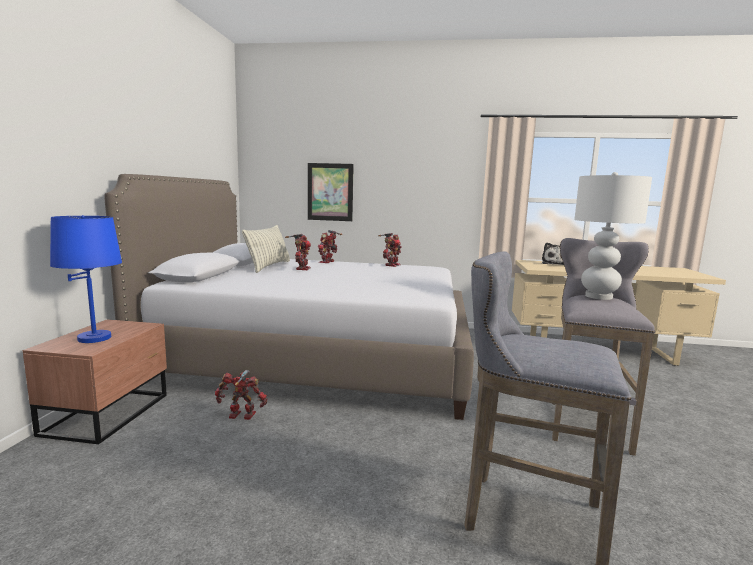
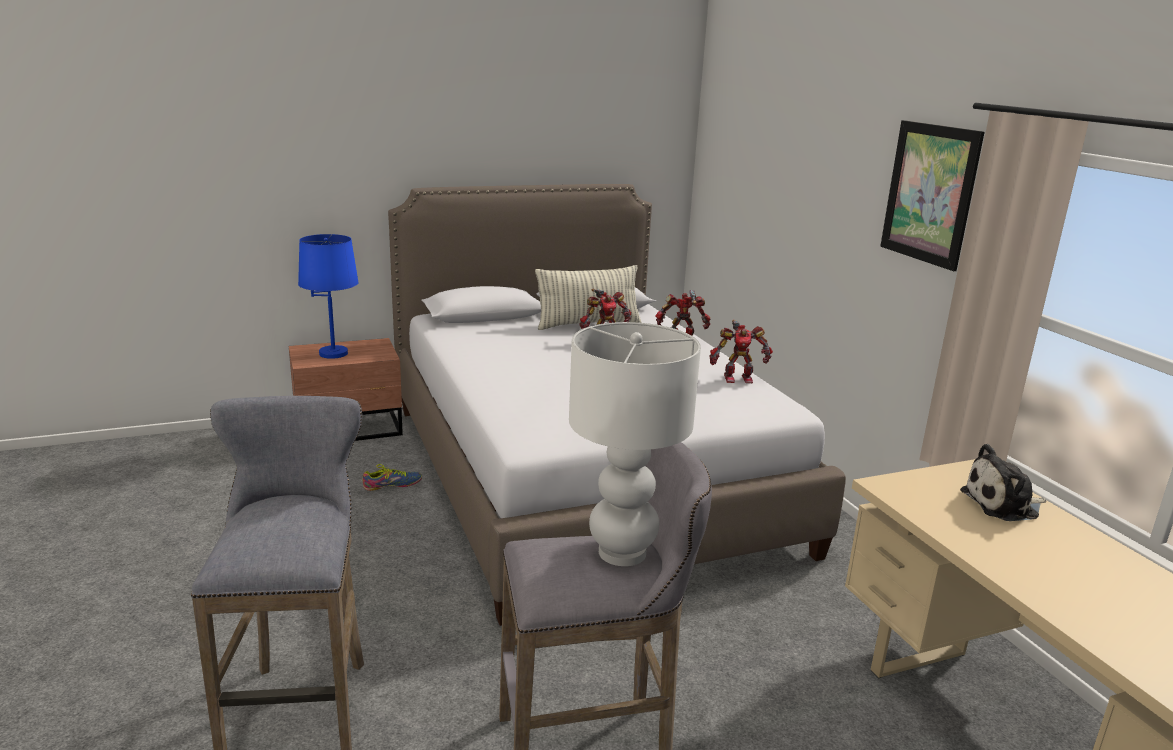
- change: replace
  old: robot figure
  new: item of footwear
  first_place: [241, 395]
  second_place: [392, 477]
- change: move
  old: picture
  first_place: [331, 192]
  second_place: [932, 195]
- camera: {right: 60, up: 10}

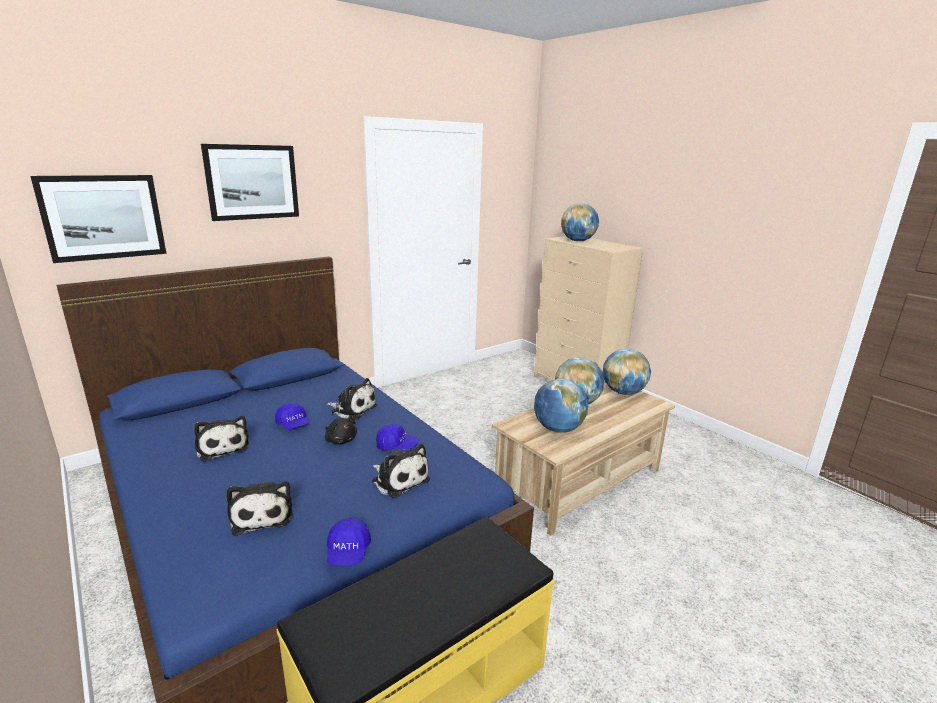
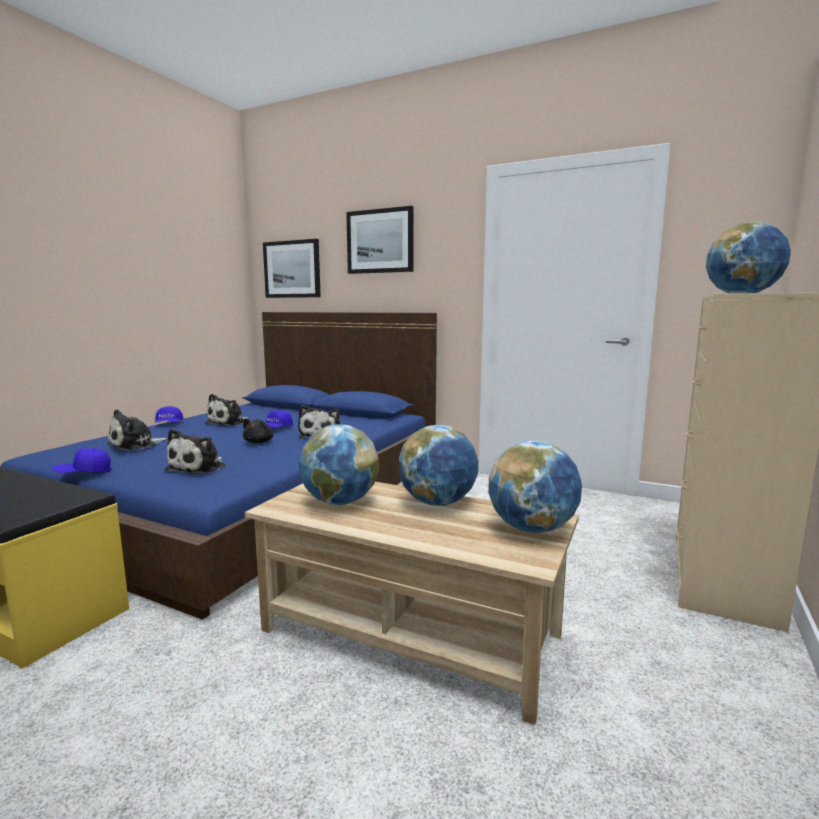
- change: move
  old: cap/blue-coloured
  first_place: [398, 437]
  second_place: [169, 414]
- camera: {right: 65, up: -10}

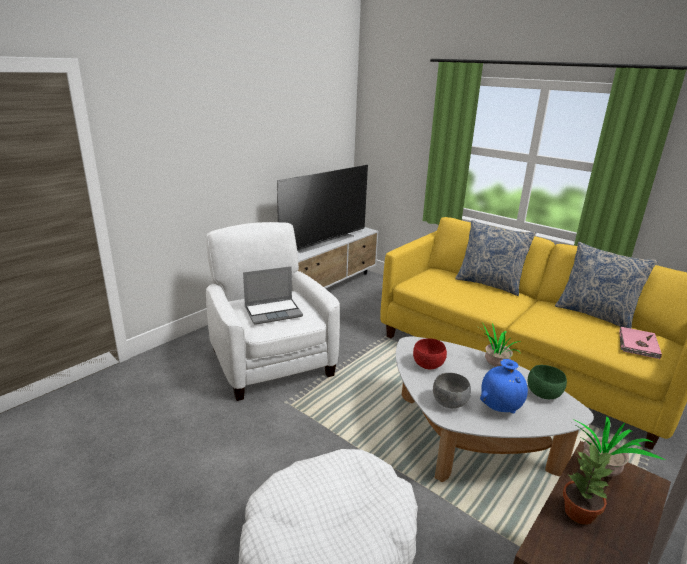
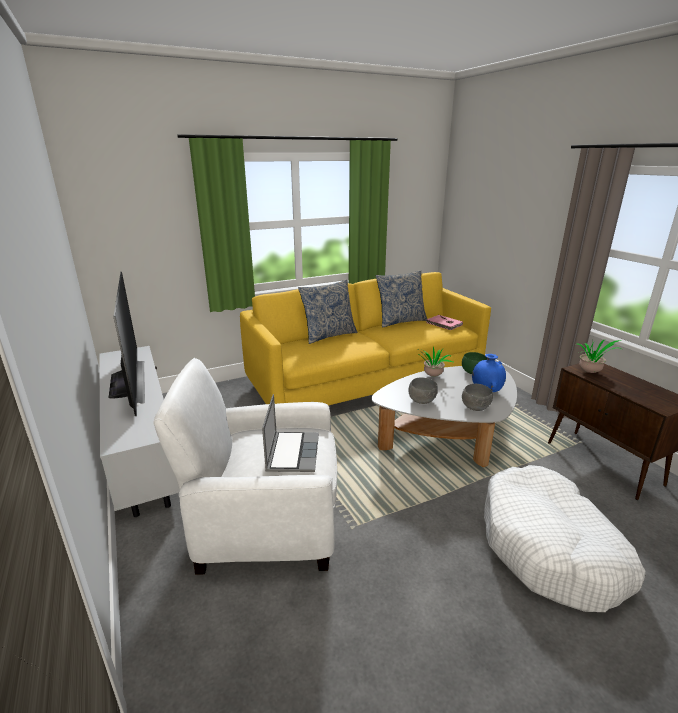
- change: recolor
  old: deep dish/reddish
  new: deep dish/gray
  first_place: [430, 353]
  second_place: [423, 390]
- change: delete
  old: plant in a pot
  first_place: [589, 483]
- camera: {right: -65, up: 0}

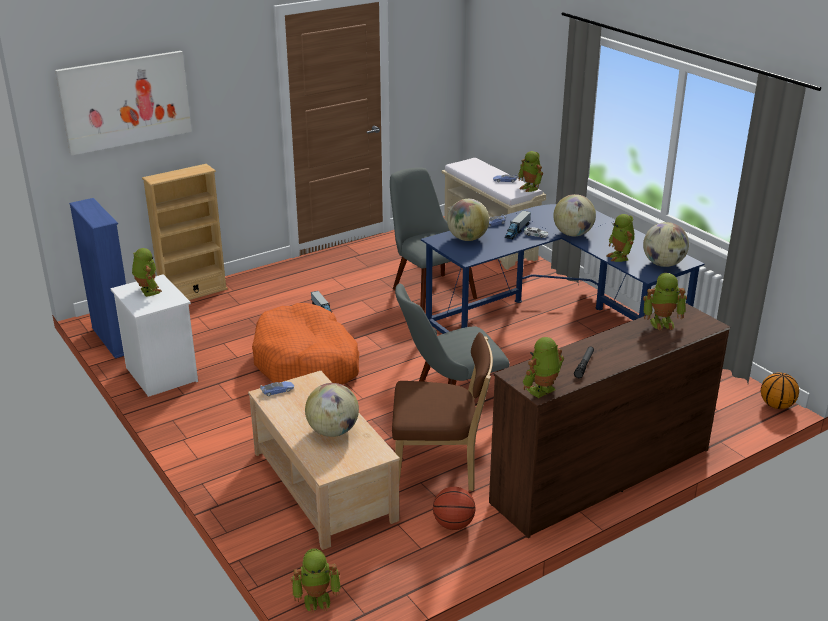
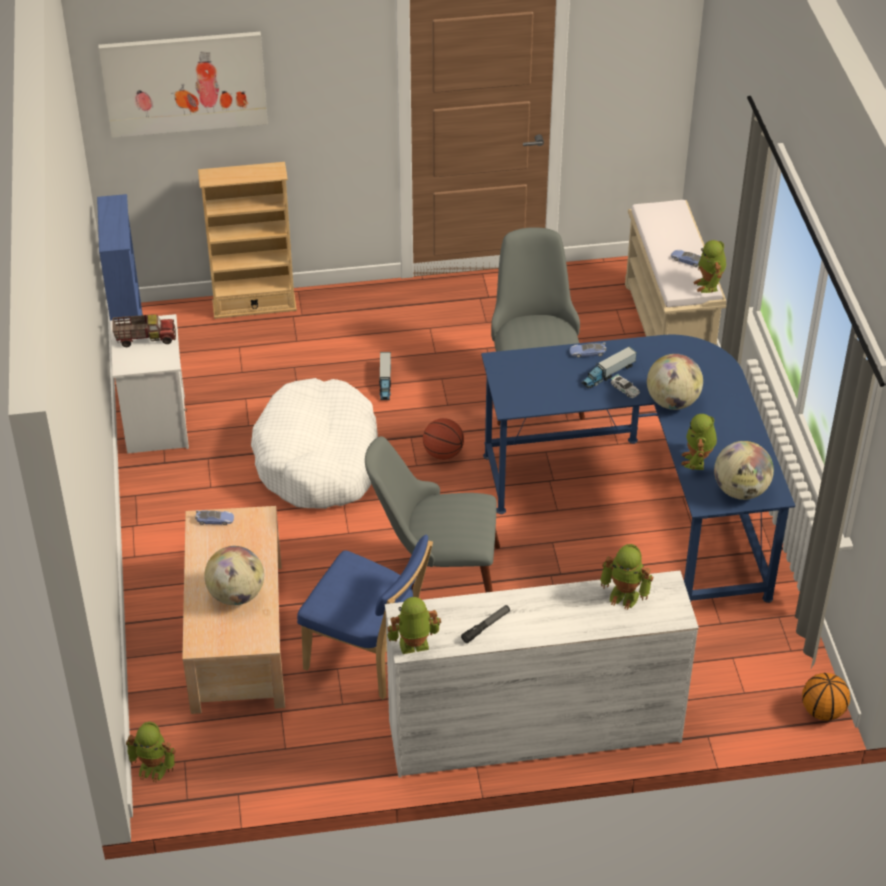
- change: replace
  old: robot figure
  new: toy truck
  first_place: [147, 272]
  second_place: [144, 331]
- change: recolor
  old: pet bed/orange-coloured
  new: pet bed/white
  first_place: [305, 343]
  second_place: [314, 443]
- change: recolor
  old: upright chair/brown-coloured
  new: upright chair/blue-coloured
  first_place: [442, 411]
  second_place: [365, 617]
- change: recolor
  old: chest of drawers/brown-coloured
  new: chest of drawers/white
  first_place: [609, 420]
  second_place: [542, 673]
- change: move
  old: ball for basketball
  first_place: [454, 508]
  second_place: [443, 439]
- change: delete
  old: world globe
  first_place: [468, 220]
- camera: {right: 25, up: 15}

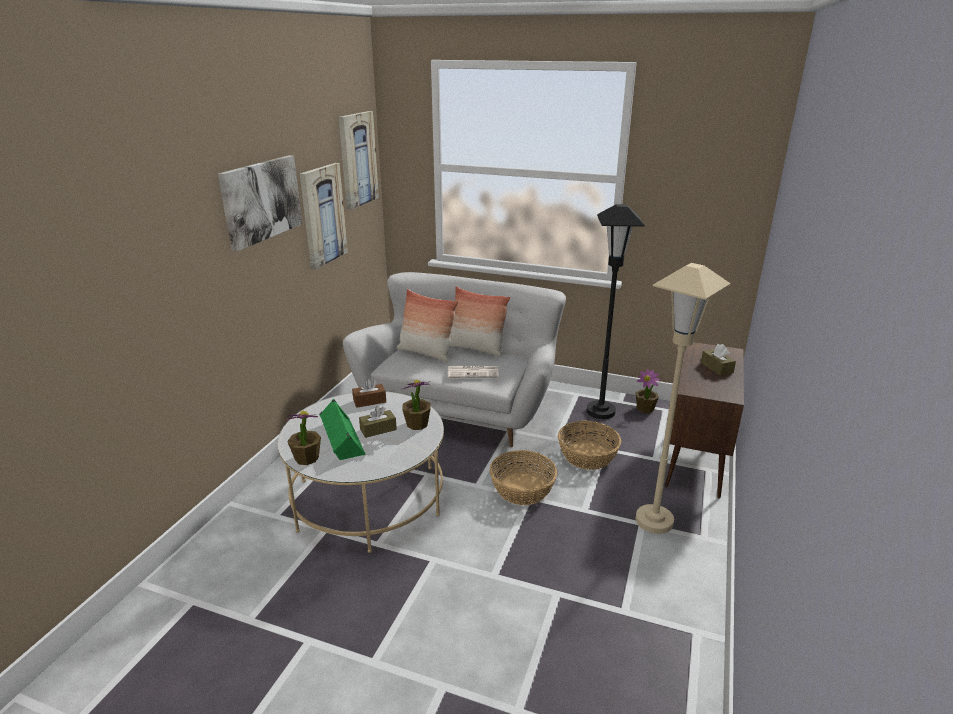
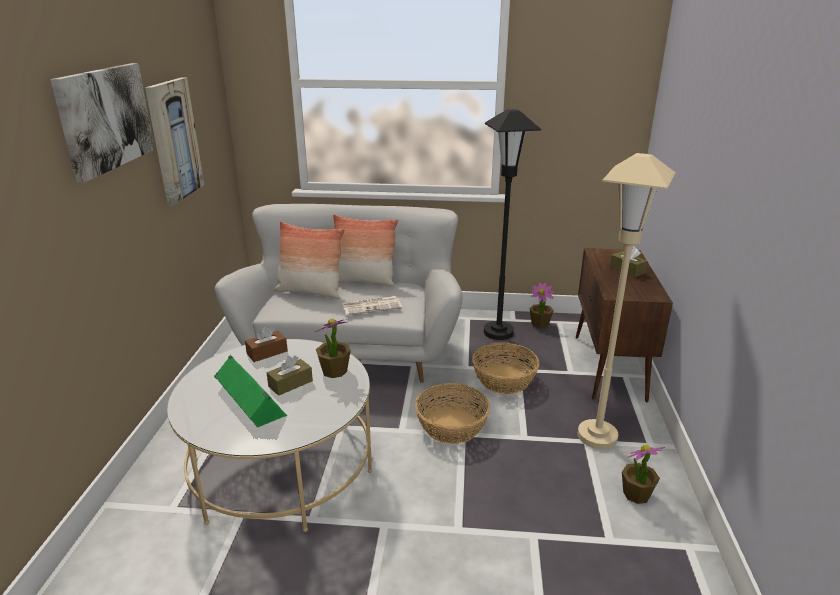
- change: move
  old: plant in a pot
  first_place: [303, 438]
  second_place: [643, 474]
- change: delete
  old: picture
  first_place: [359, 160]
- camera: {right: -15, up: 0}

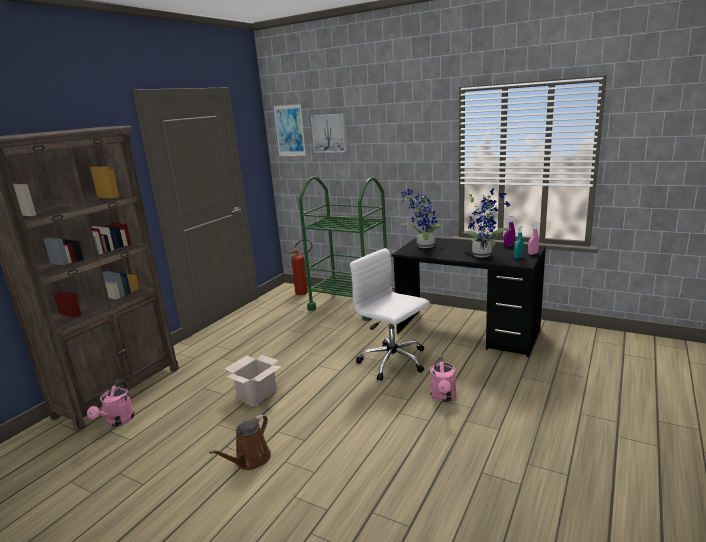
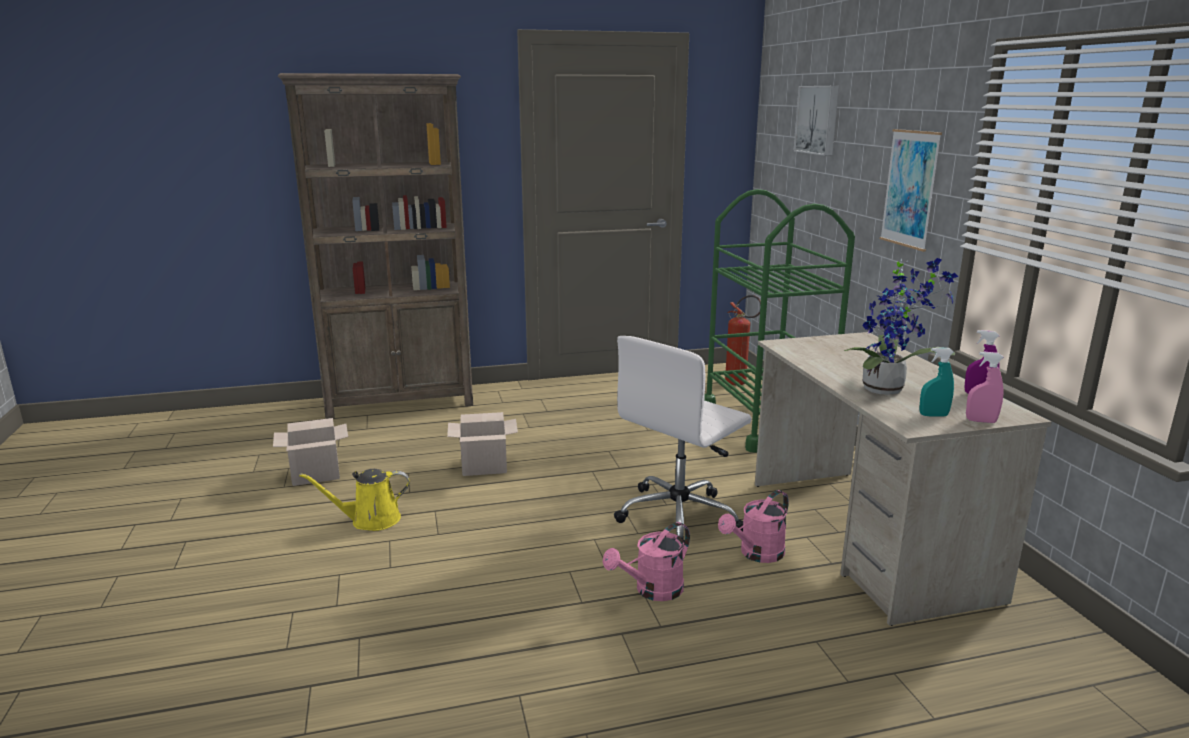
- change: insert
  new: packing box
  second_place: [310, 452]
- change: recolor
  old: sprinkling can/brown-coloured
  new: sprinkling can/yellow-coloured
  first_place: [240, 442]
  second_place: [354, 500]
- change: rotate
  old: computer chair/white
  first_place: [390, 314]
  second_place: [682, 439]
  degrees: -135
- change: move
  old: sprinkling can/pink-coloured
  first_place: [111, 402]
  second_place: [753, 526]
- change: recolor
  old: desk/blackish
  new: desk/beige-coloured
  first_place: [469, 297]
  second_place: [903, 479]
- change: move
  old: picture
  first_place: [289, 130]
  second_place: [911, 190]
- change: delete
  old: plant in a pot
  first_place: [421, 218]
- camera: {right: 45, up: 0}

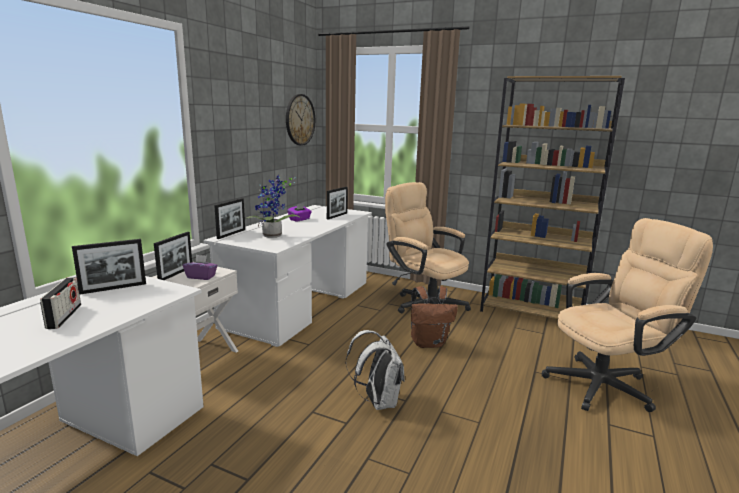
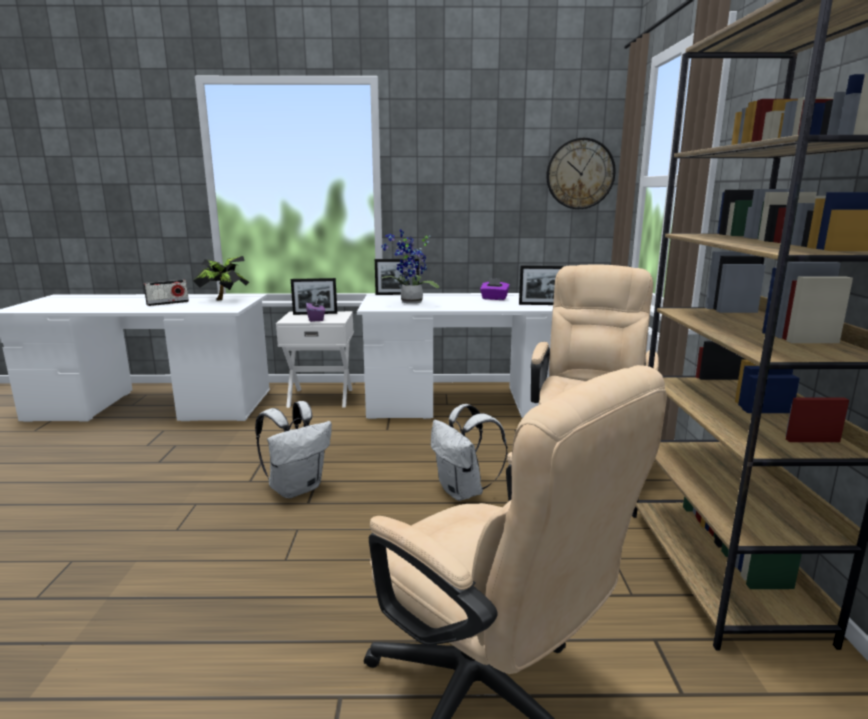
- change: replace
  old: standing frame
  new: plant in a pot
  first_place: [109, 266]
  second_place: [221, 278]
- change: recolor
  old: knapsack/brown-coloured
  new: knapsack/white
  first_place: [434, 317]
  second_place: [469, 452]
- camera: {right: 65, up: 0}

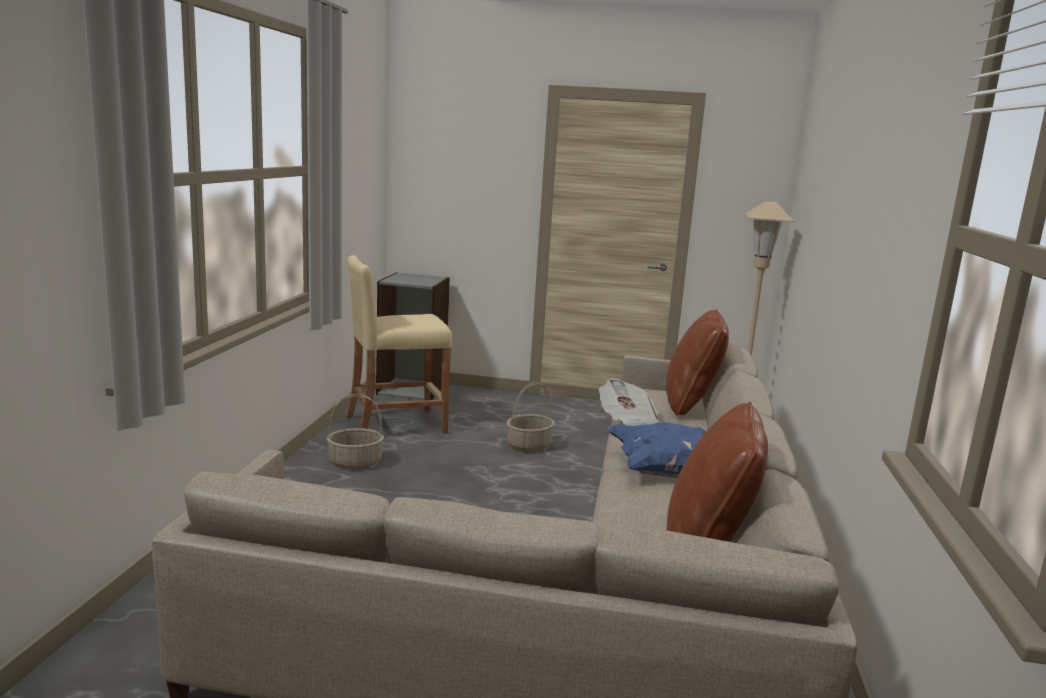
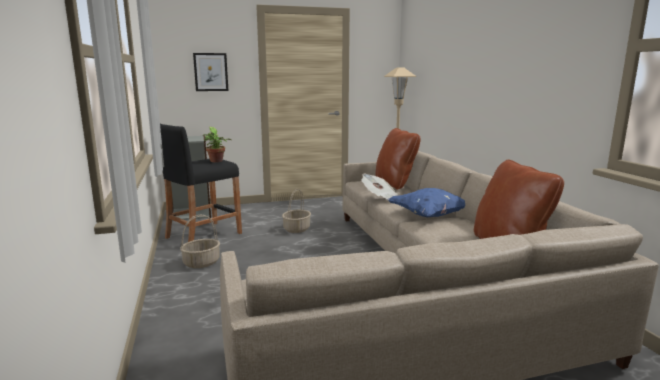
- change: recolor
  old: stool/beige-coloured
  new: stool/blackish
  first_place: [399, 344]
  second_place: [201, 182]
- change: insert
  new: picture
  second_place: [210, 72]
- change: insert
  new: plant in a pot
  second_place: [217, 144]
- camera: {right: -25, up: 0}

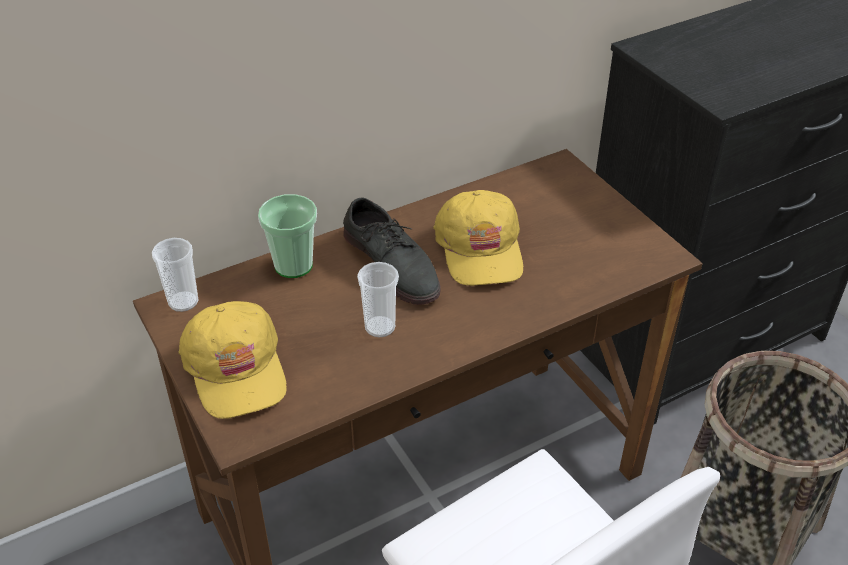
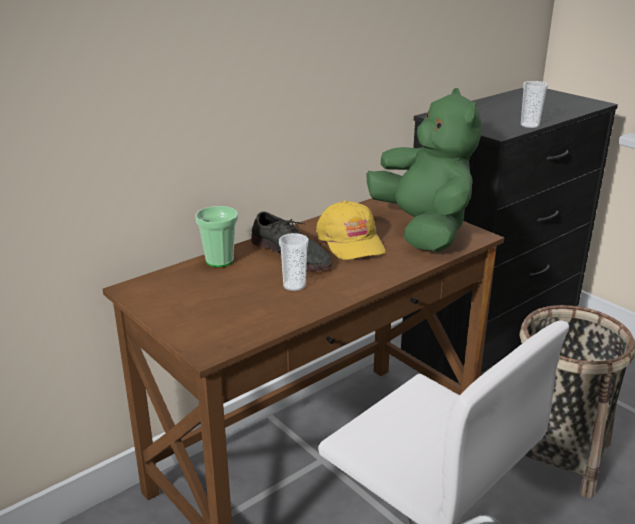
- change: insert
  new: cuddly toy/green
  second_place: [424, 170]
- change: move
  old: drinking cup
  first_place: [175, 275]
  second_place: [534, 104]
- change: delete
  old: cap/yellow-coloured
  first_place: [232, 360]
- camera: {right: -10, up: -15}

